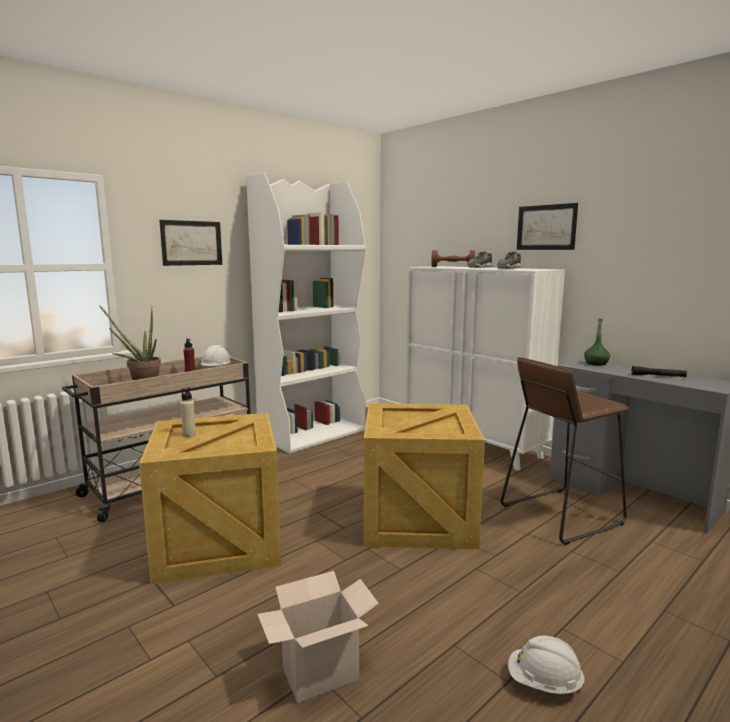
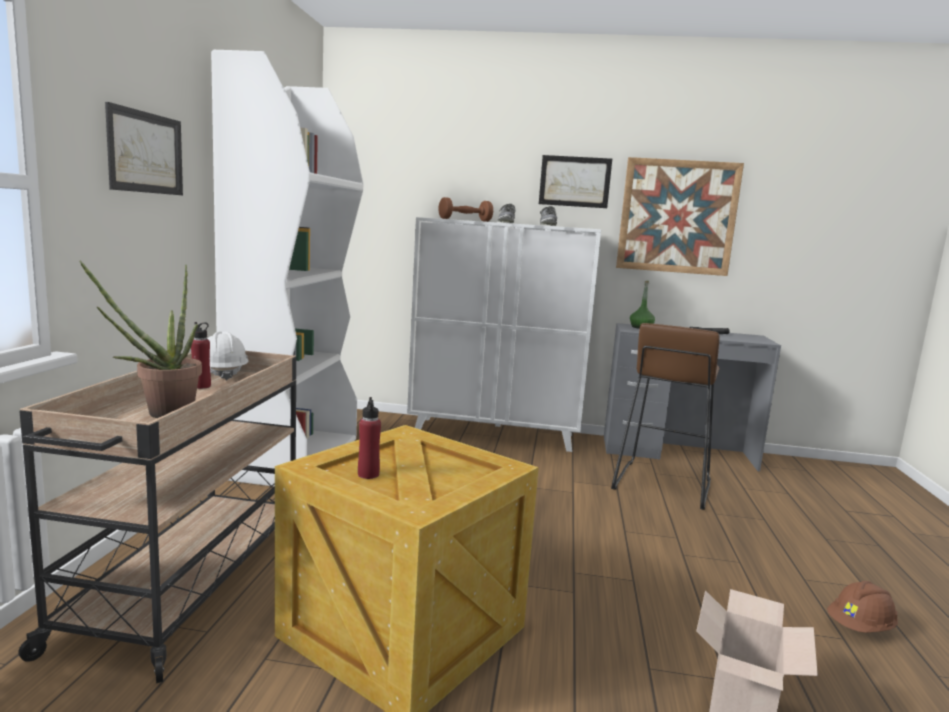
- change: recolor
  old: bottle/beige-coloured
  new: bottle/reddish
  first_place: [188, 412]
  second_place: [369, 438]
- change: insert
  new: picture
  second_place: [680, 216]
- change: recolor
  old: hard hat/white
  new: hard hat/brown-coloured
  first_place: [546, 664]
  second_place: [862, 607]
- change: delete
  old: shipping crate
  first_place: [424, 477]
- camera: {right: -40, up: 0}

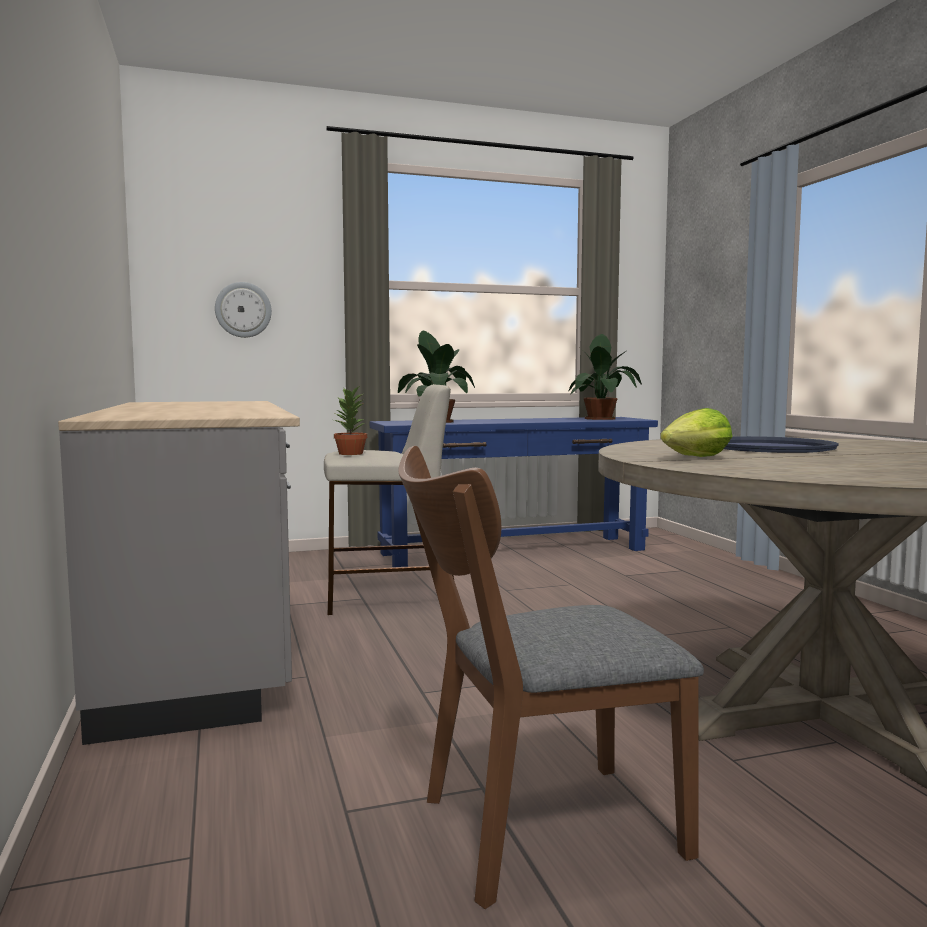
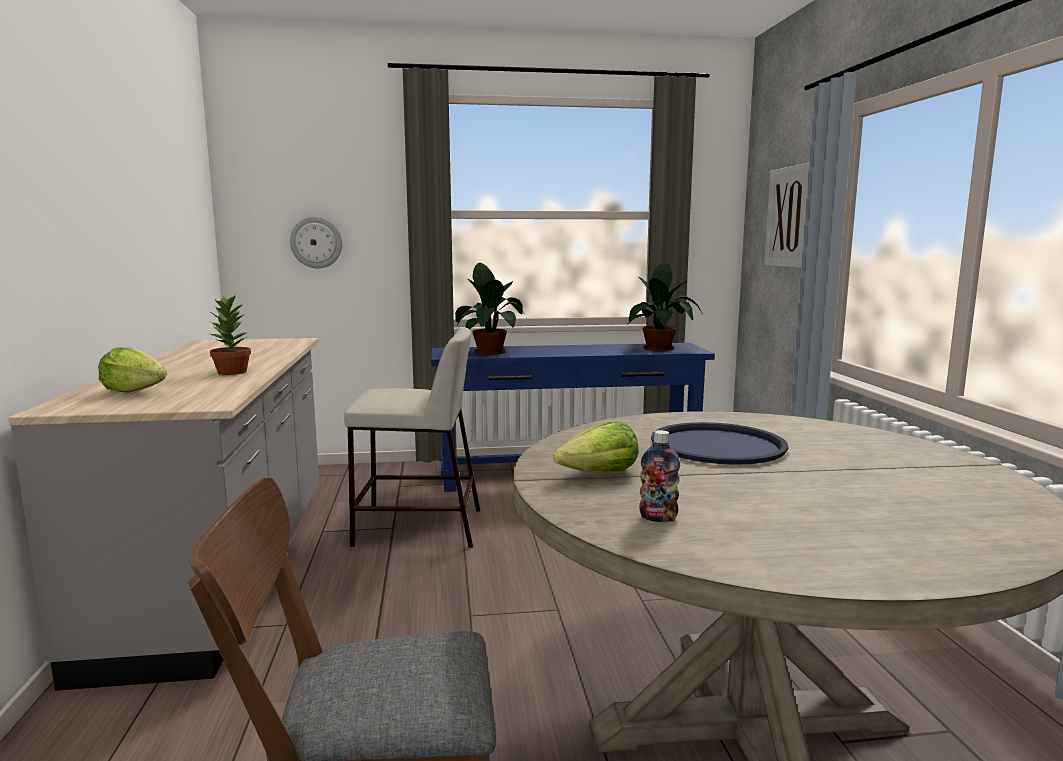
- change: insert
  new: head of lettuce
  second_place: [132, 370]
- change: move
  old: plant in a pot
  first_place: [350, 421]
  second_place: [230, 335]
- change: insert
  new: bottle
  second_place: [659, 476]
- change: insert
  new: picture
  second_place: [786, 215]
- camera: {right: 10, up: 5}

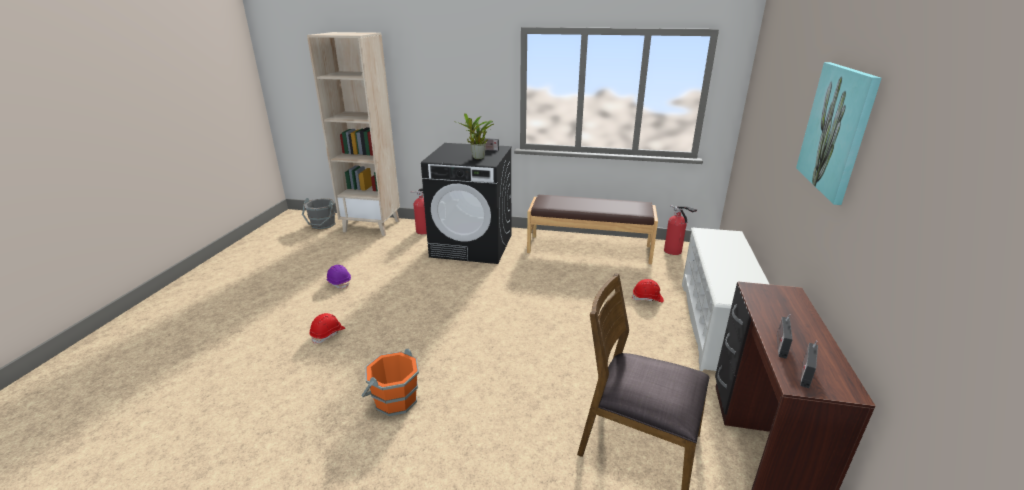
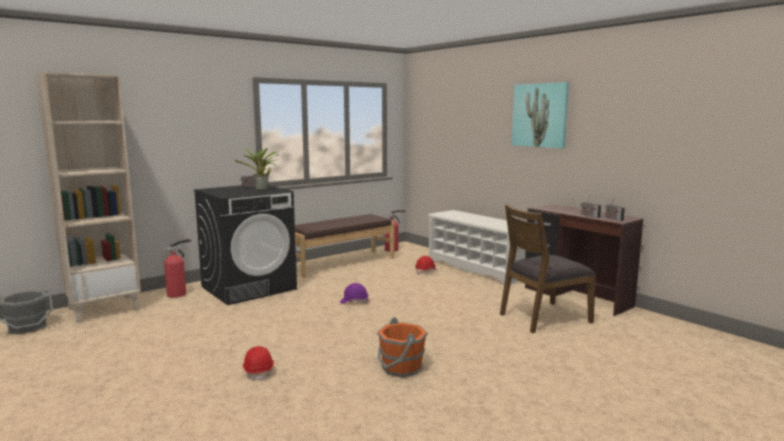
- change: move
  old: hard hat/purplish
  first_place: [339, 277]
  second_place: [354, 293]
- camera: {right: -50, up: -15}

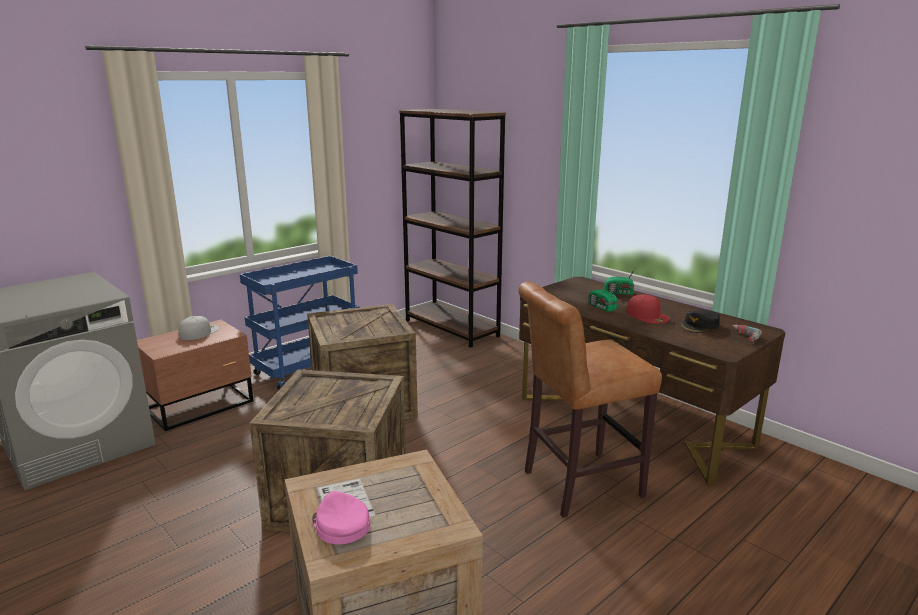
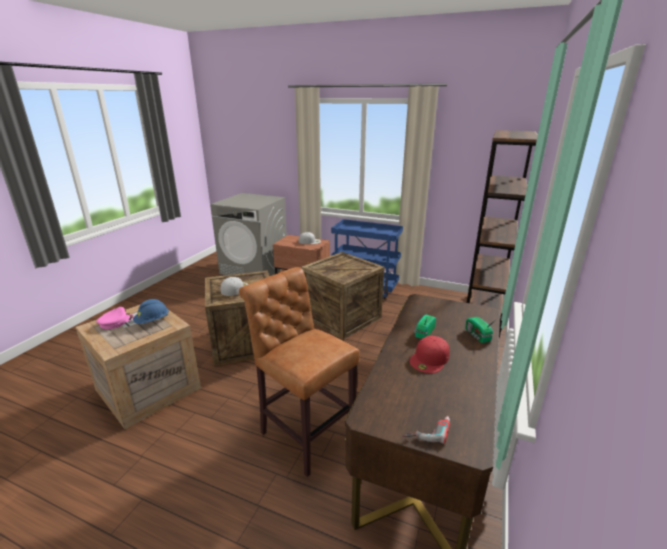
- change: insert
  new: hard hat/blue-coloured
  second_place: [151, 311]
- change: insert
  new: cap/white
  second_place: [234, 286]
- change: delete
  old: cap/blackish
  first_place: [700, 321]
- camera: {right: 65, up: 5}

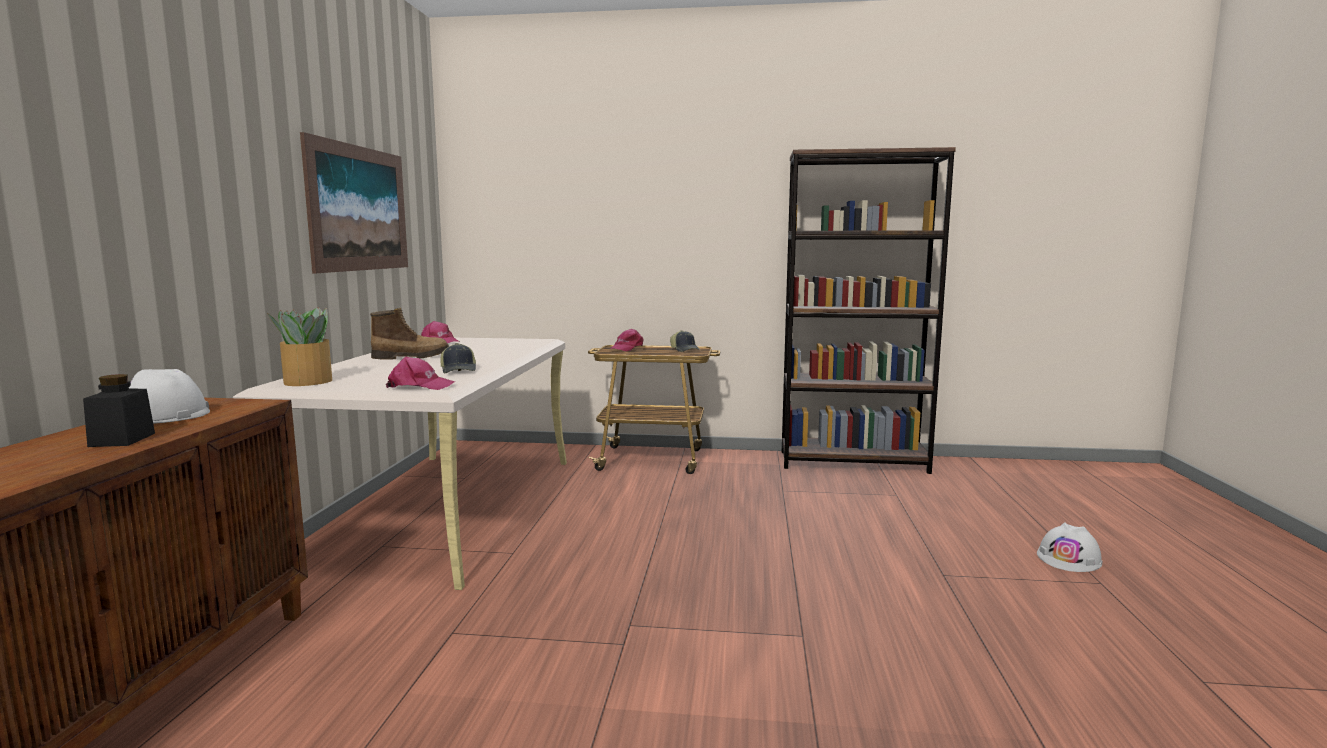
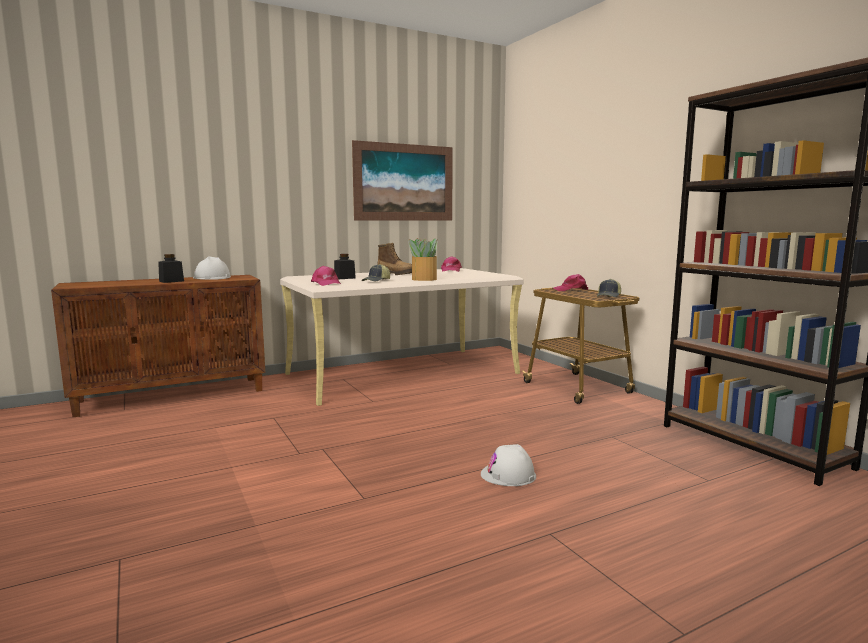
- change: insert
  new: preserve jar/blackish
  second_place: [345, 266]
- change: move
  old: plant in a pot
  first_place: [299, 346]
  second_place: [422, 259]
- change: move
  old: hard hat/white
  first_place: [1069, 547]
  second_place: [508, 465]
- camera: {right: 55, up: 0}

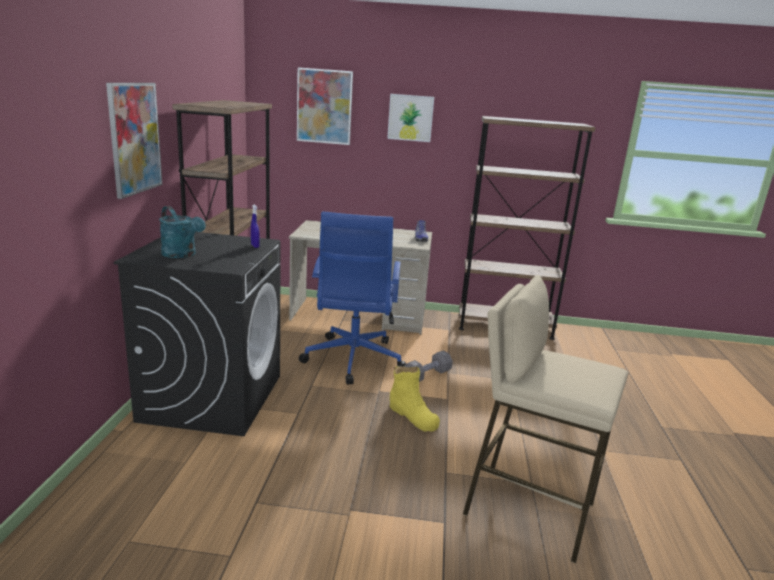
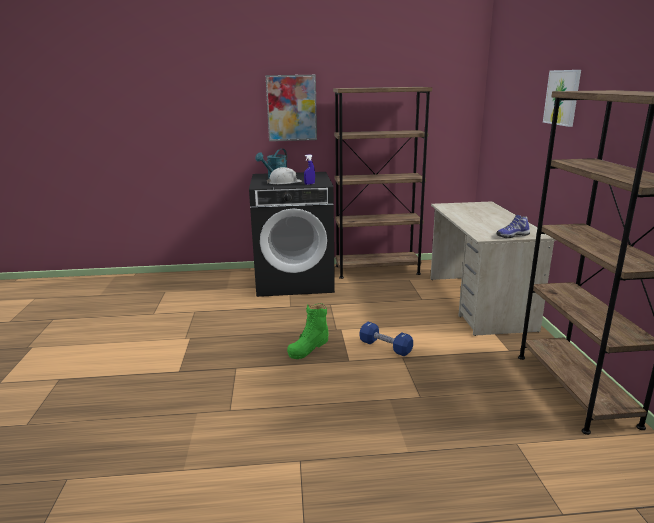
- change: insert
  new: hard hat/white
  second_place: [284, 175]
- change: recolor
  old: tall boot/yellow-coloured
  new: tall boot/green
  first_place: [415, 399]
  second_place: [308, 331]
- change: recolor
  old: dumbbell/gray
  new: dumbbell/blue-coloured
  first_place: [428, 366]
  second_place: [386, 339]
- change: delete
  old: picture
  first_place: [325, 106]
- change: delete
  old: computer chair/blue-coloured
  first_place: [352, 298]
- change: delete
  old: stool/beige-coloured
  first_place: [545, 419]
- camera: {right: 80, up: 0}

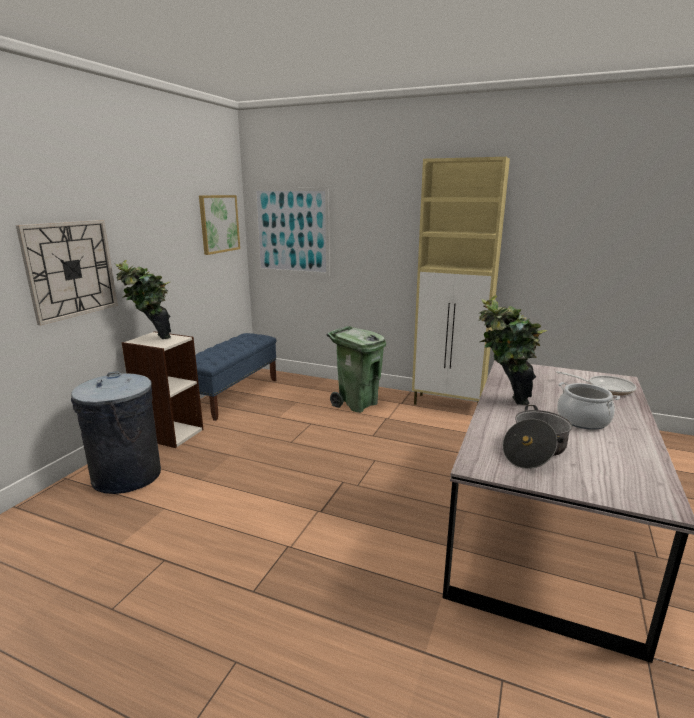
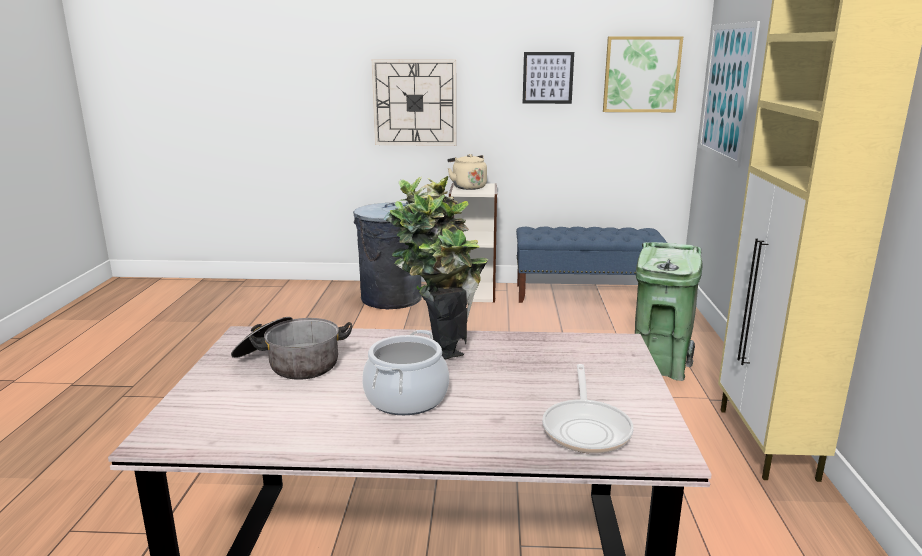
- change: replace
  old: plant in a pot
  new: kettle/beige-coloured
  first_place: [143, 299]
  second_place: [467, 172]
- change: insert
  new: picture
  second_place: [548, 78]
- camera: {right: 70, up: 0}

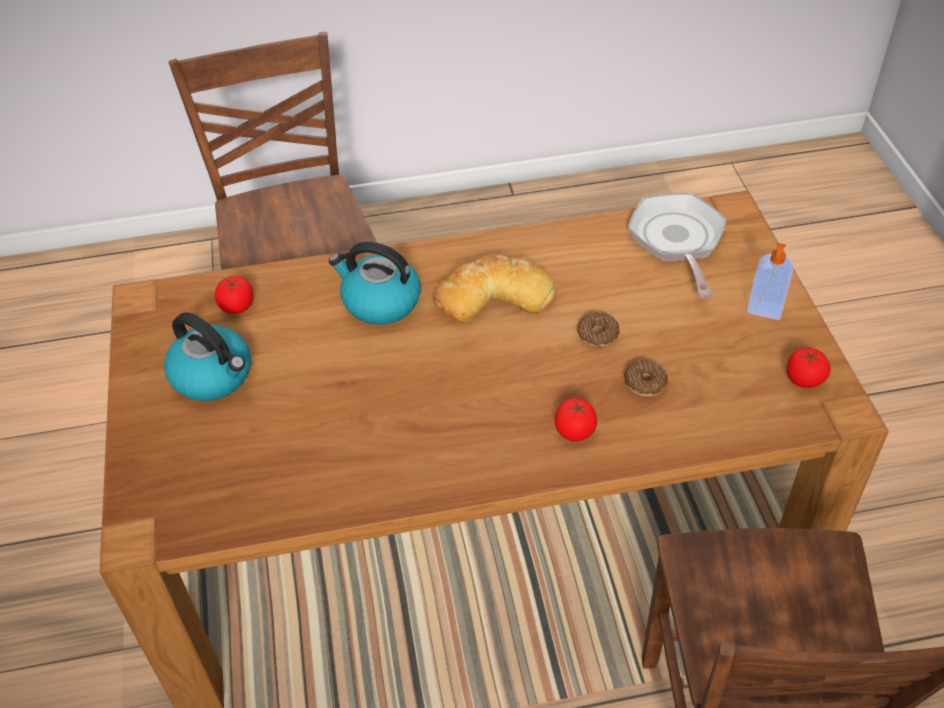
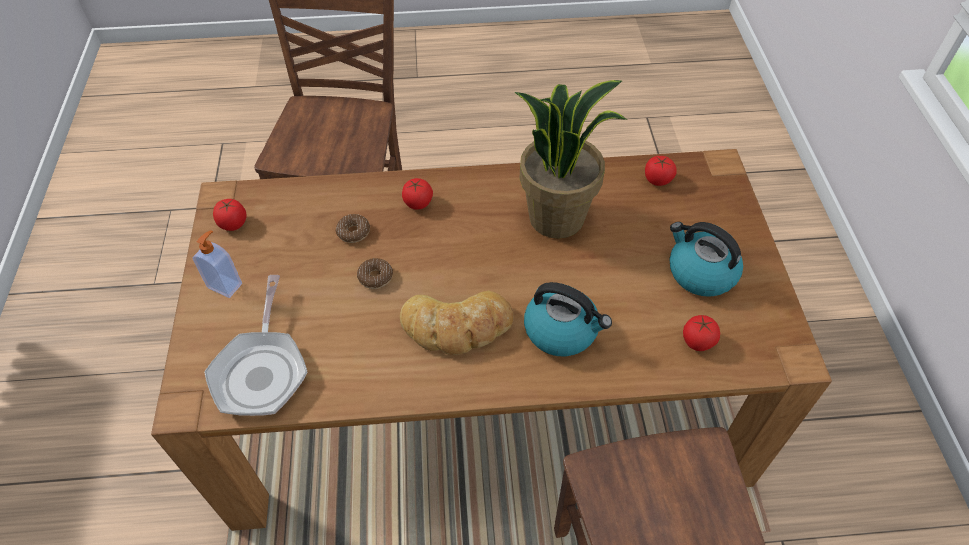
- change: insert
  new: plant in a pot
  second_place: [571, 159]
- change: insert
  new: fresh tomato
  second_place: [661, 171]
- camera: {right: -175, up: 5}

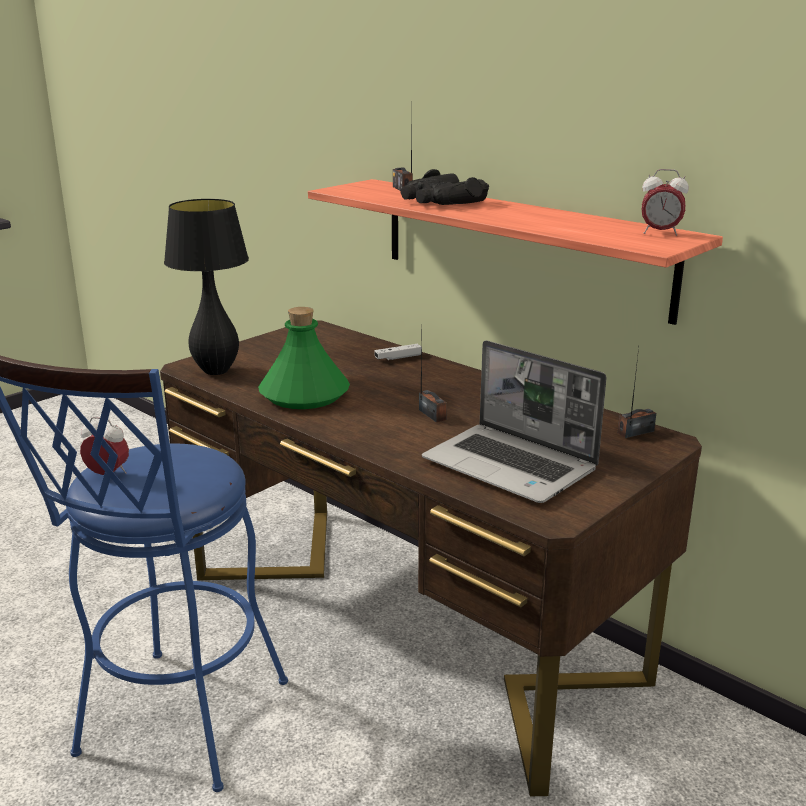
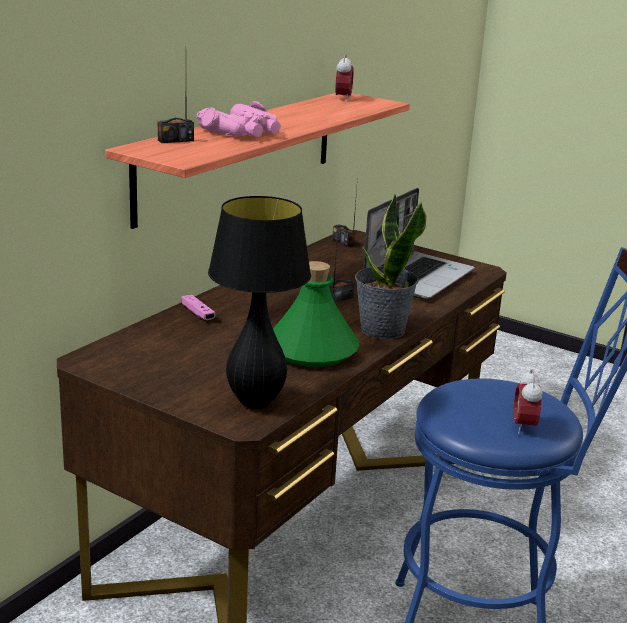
- change: recolor
  old: joypad/white
  new: joypad/pink-coloured
  first_place: [397, 352]
  second_place: [198, 307]
- change: recolor
  old: binoculars/blackish
  new: binoculars/pink-coloured
  first_place: [445, 187]
  second_place: [239, 119]
- change: insert
  new: plant in a pot
  second_place: [390, 266]
- camera: {right: -100, up: 0}

